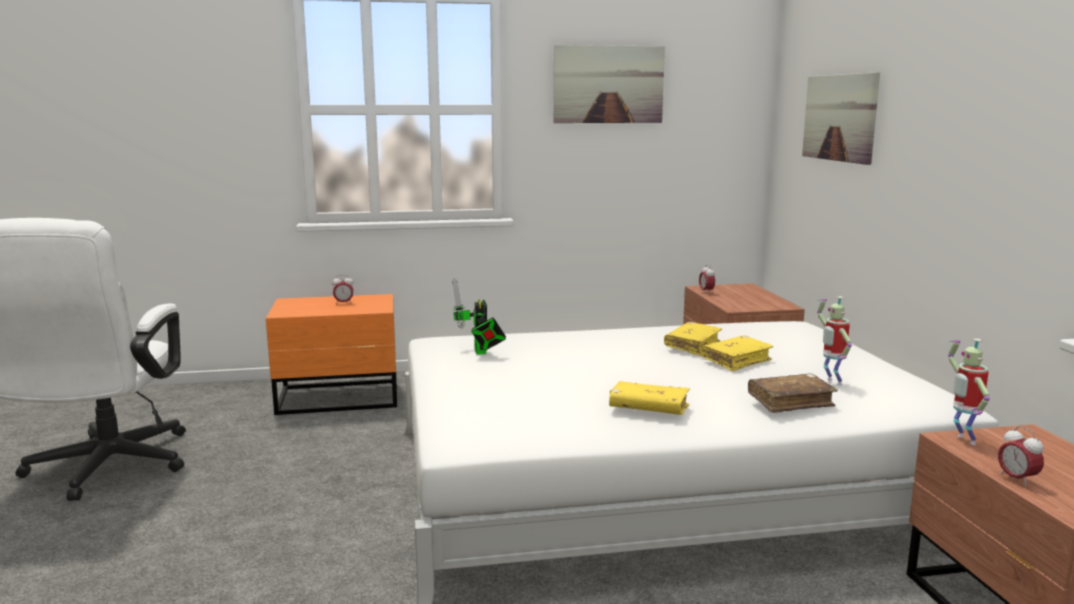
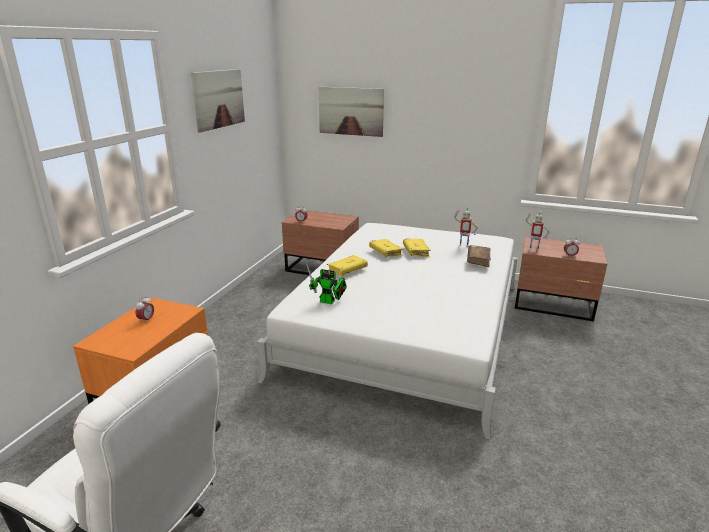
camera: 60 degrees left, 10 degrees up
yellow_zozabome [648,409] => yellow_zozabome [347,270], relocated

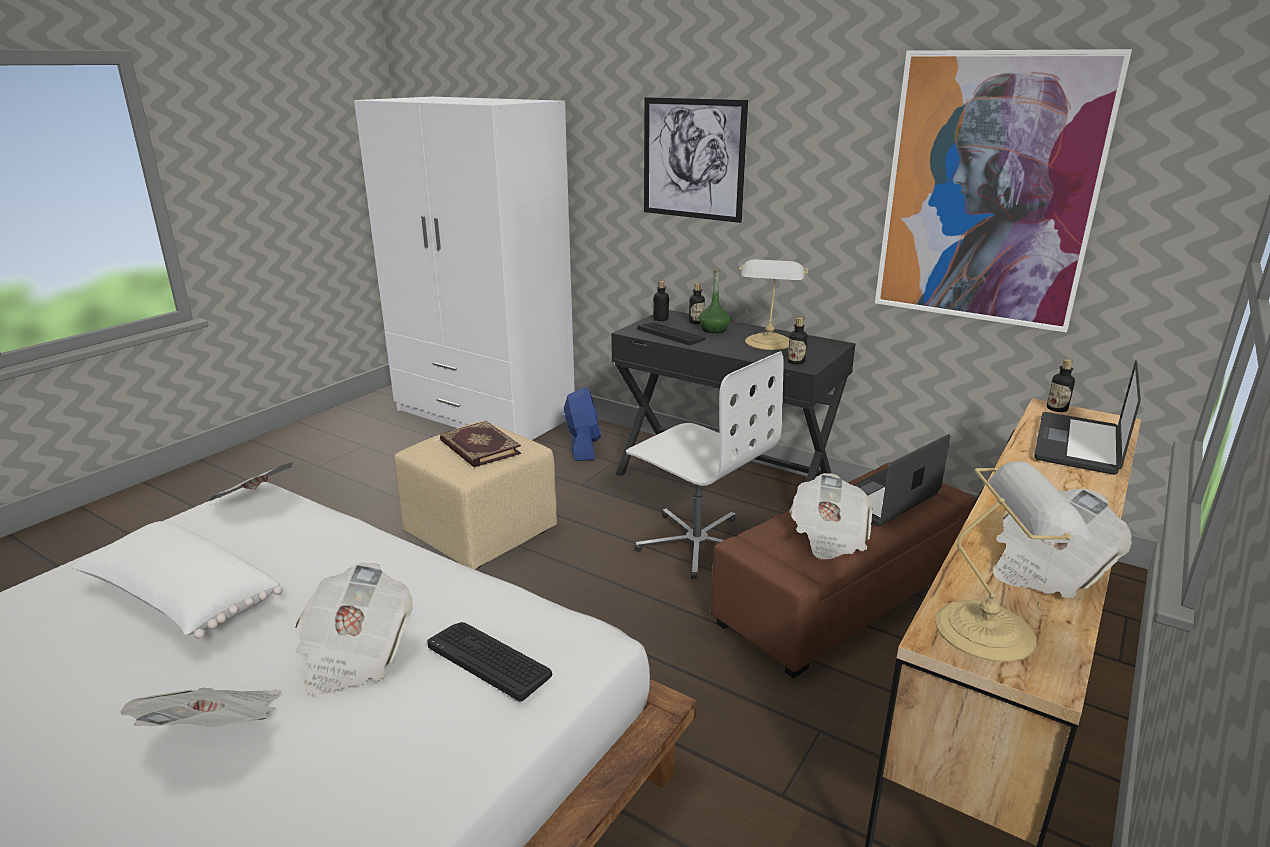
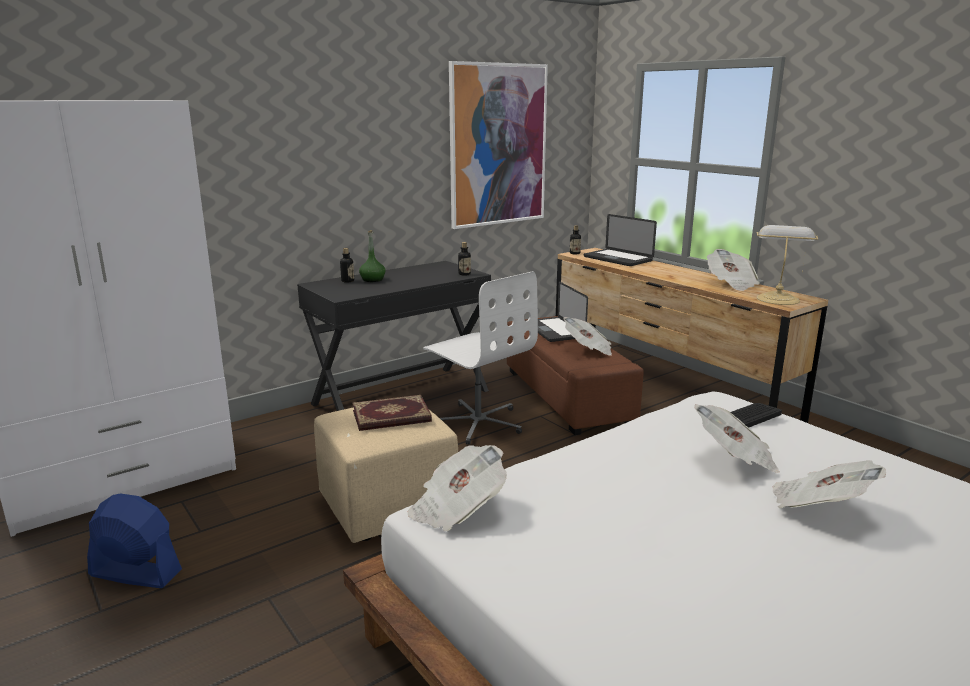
camera: 70 degrees left, 5 degrees down
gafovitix [693,159] => nothing
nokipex [768,343] => nothing
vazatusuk [661,319] => nothing
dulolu [671,334] => nothing
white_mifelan [696,543] => white_mifelan [478,423], 75 degrees clockwise
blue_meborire [583,447] => blue_meborire [135,573], relocated
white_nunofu [181,599] => nothing

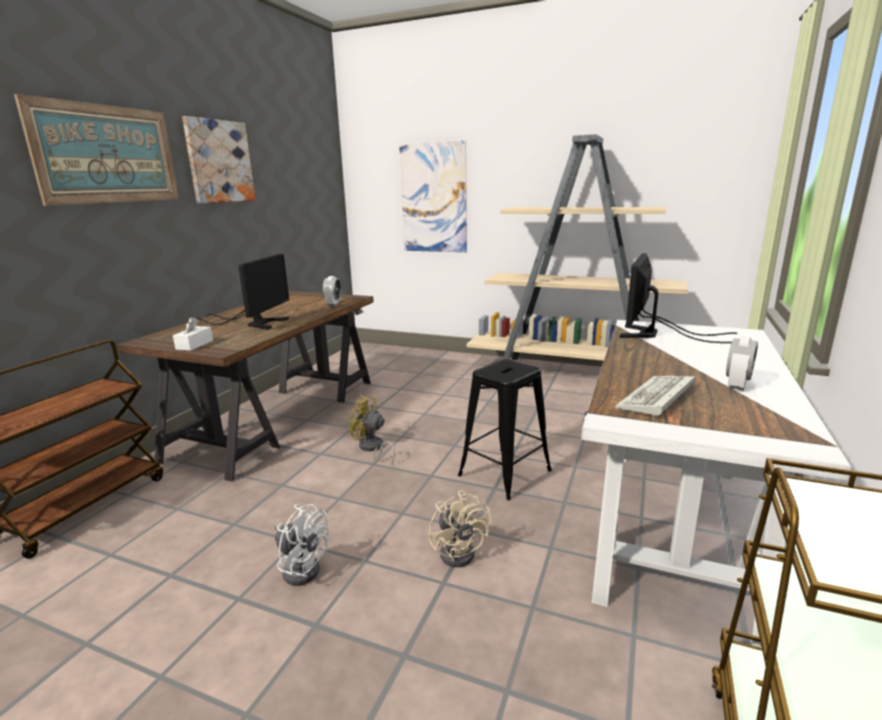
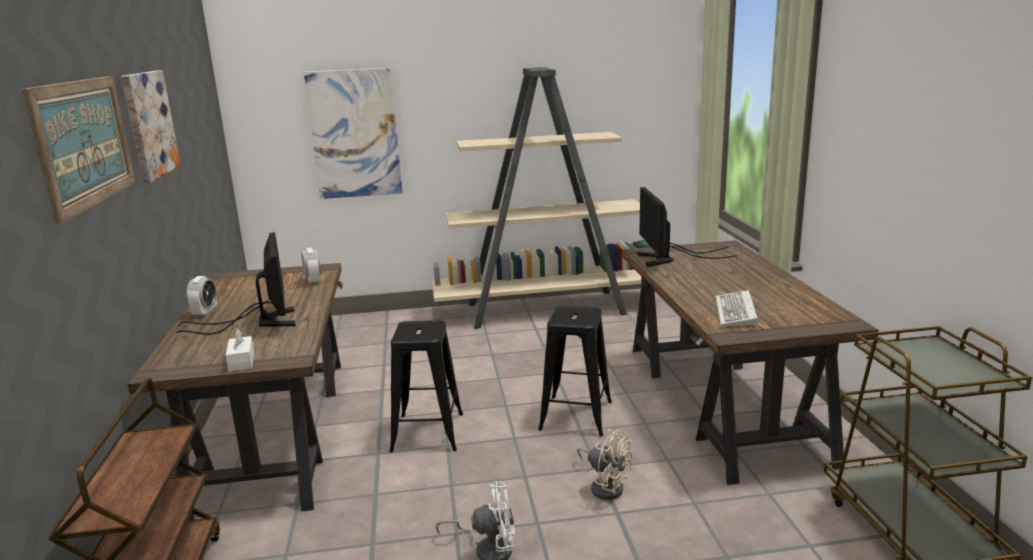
camera: 30 degrees left, 0 degrees up
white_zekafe [674,506] => brown_zekafe [723,401]
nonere [737,385] => nonere [205,313], relocated
yellow_meborire [372,448] => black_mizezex [427,432]

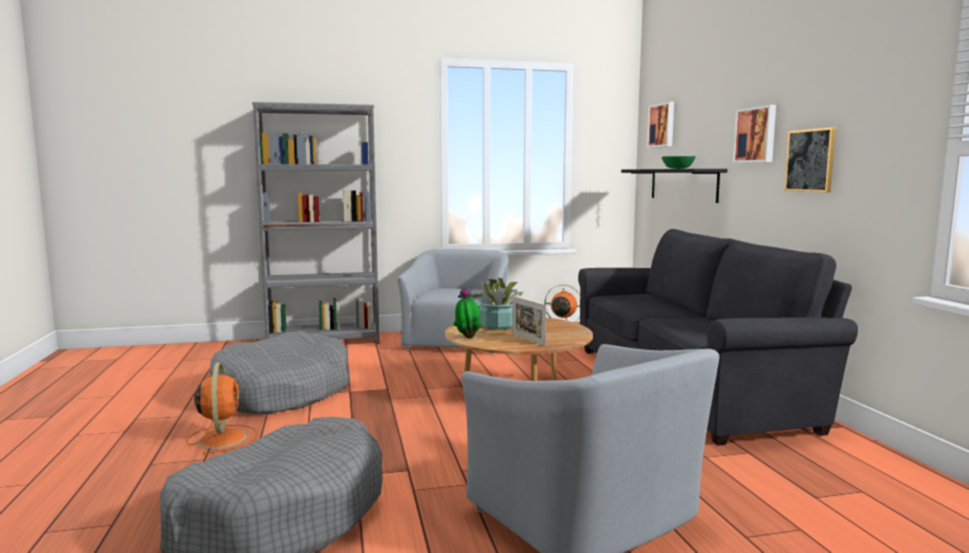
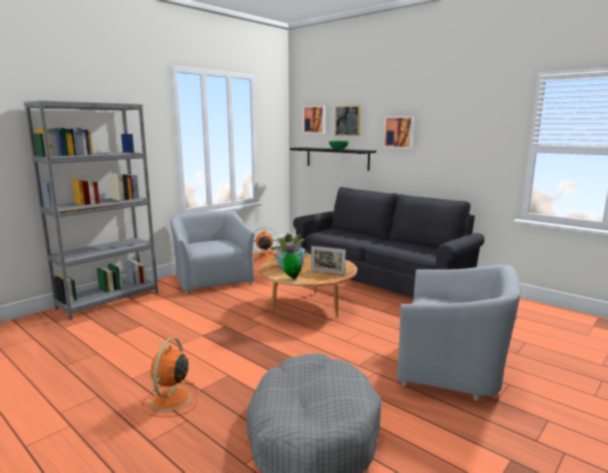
camera: 35 degrees left, 5 degrees up
gafovitix [810,160] => gafovitix [348,120], relocated
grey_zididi [281,392] => nothing
orange_meborire [222,438] => orange_meborire [170,400], 120 degrees counterclockwise

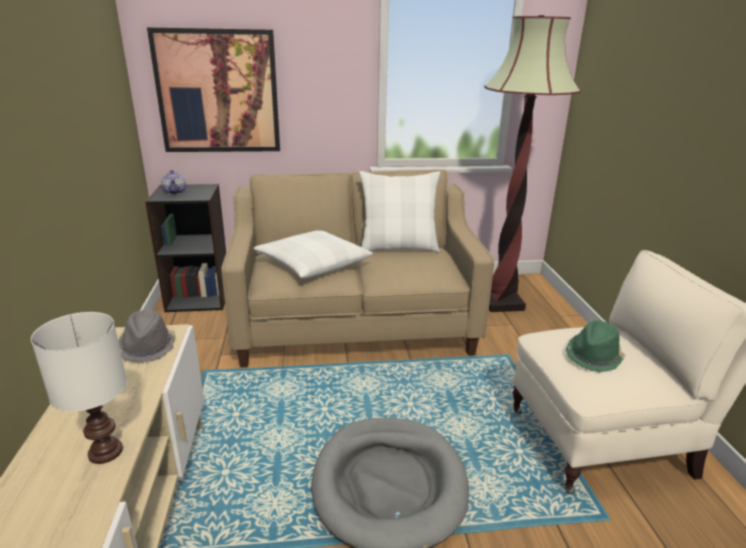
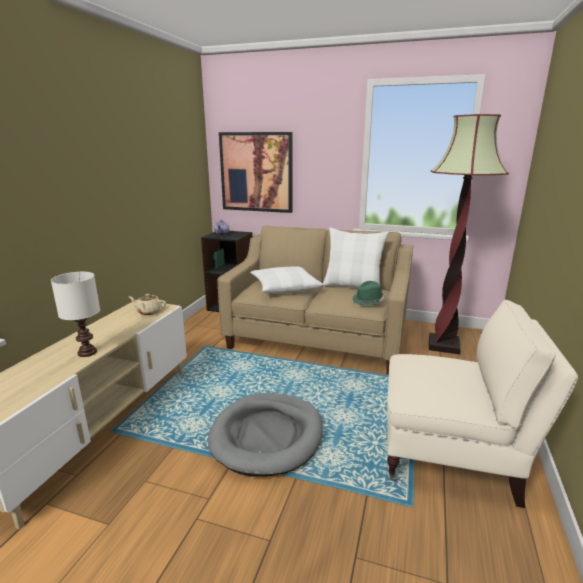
camera: 25 degrees right, 5 degrees down
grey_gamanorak [148,347] => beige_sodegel [149,312]
green_gamanorak [594,356] => green_gamanorak [368,300], relocated

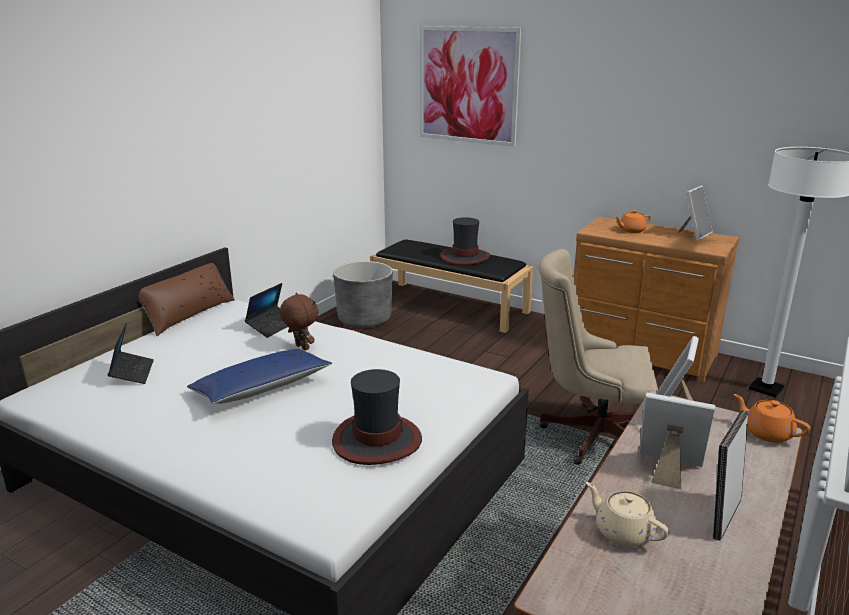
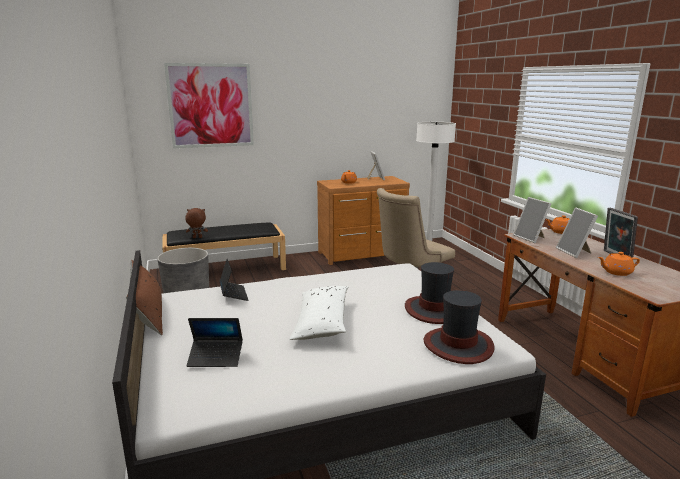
camera: 50 degrees left, 5 degrees down
gamanorak [465,257] => gamanorak [458,345], relocated
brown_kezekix [301,347] => brown_kezekix [197,238], relocated
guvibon [132,373] => guvibon [216,358], 150 degrees clockwise
blue_nunofu [262,388] => white_nunofu [321,321]
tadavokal [667,470] => tadavokal [575,252], 75 degrees counterclockwise
beige_sodegel [623,532] => orange_sodegel [616,272]

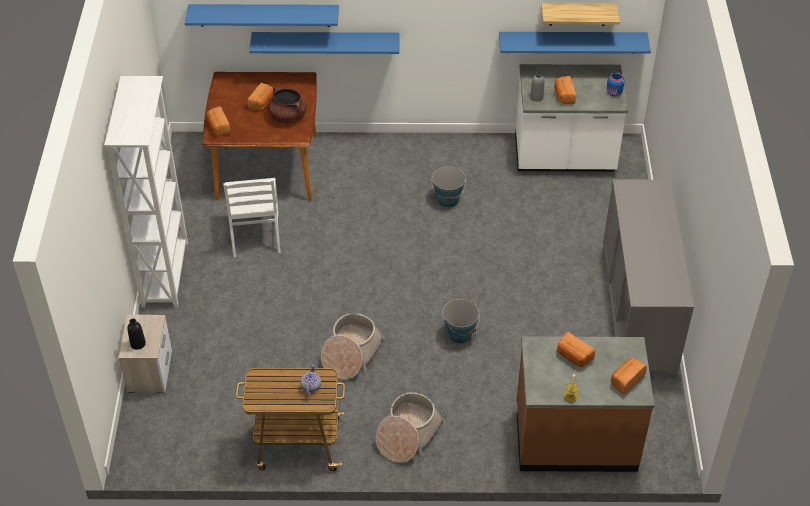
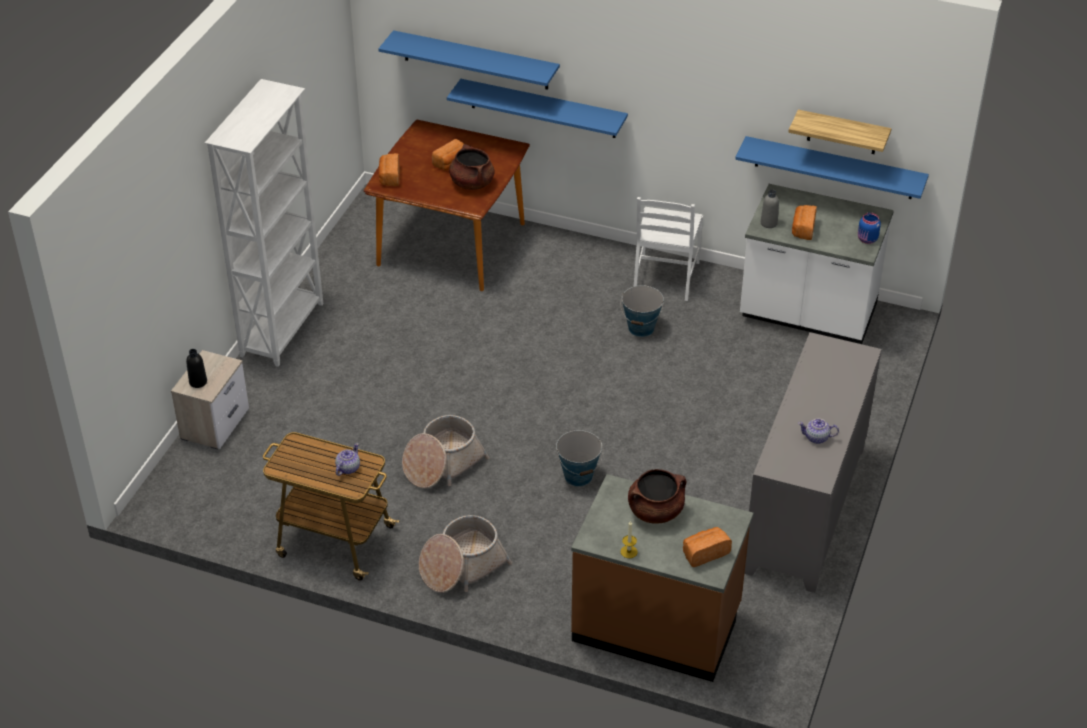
camera: 20 degrees right, 5 degrees down
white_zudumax [256,235] => white_zudumax [665,277], relocated
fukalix [573,356] => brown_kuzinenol [655,511]
nothing => sodegel [817,438]

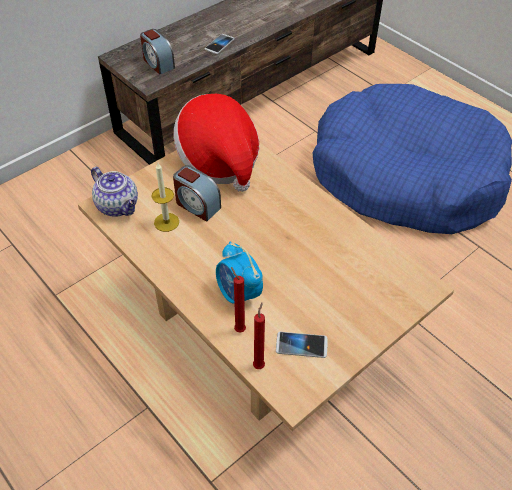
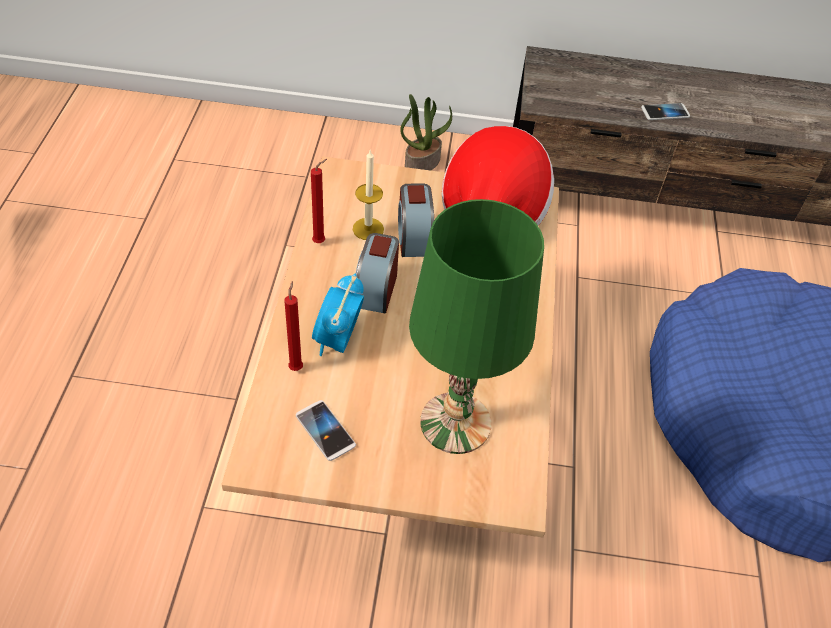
camera: 45 degrees right, 0 degrees up
nonere [158,63] => nonere [376,289], relocated
sodegel [118,206] => nothing
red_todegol [259,364] => red_todegol [321,242], relocated
nothing => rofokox [422,162]
nothing => green_nokipex [454,423]

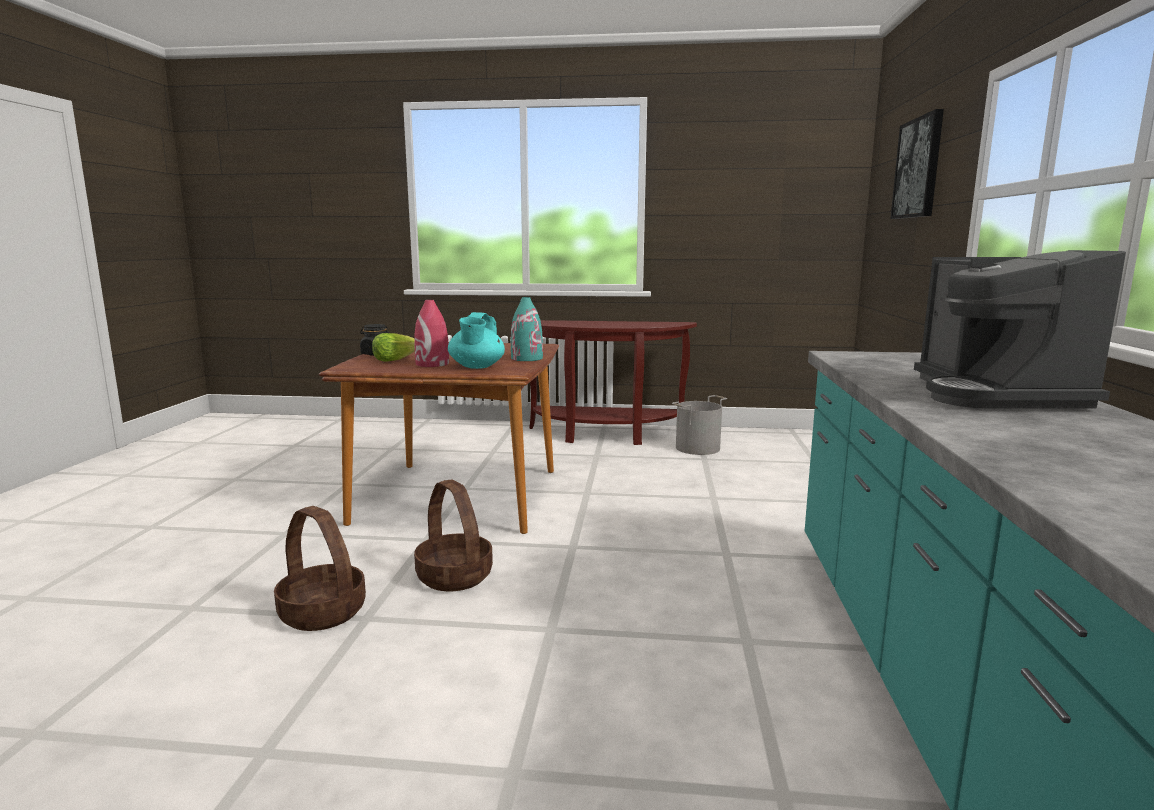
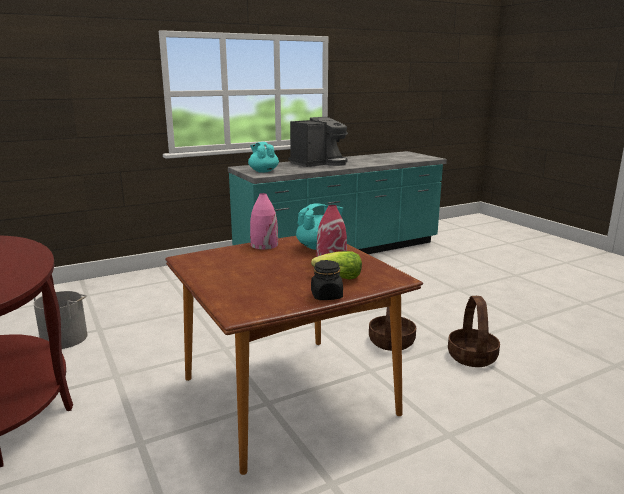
camera: 125 degrees left, 5 degrees up
gafovitix [918,168] => nothing
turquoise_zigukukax [527,358] => pink_zigukukax [264,245]
nothing => turquoise_sodegel [263,171]

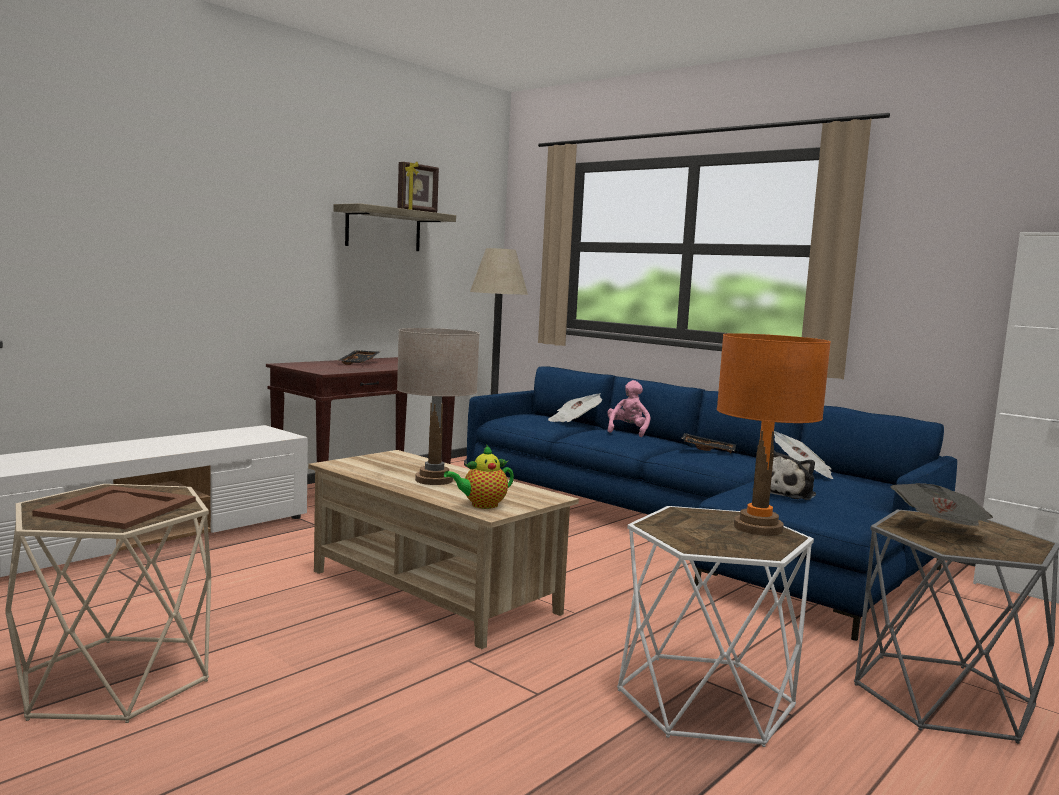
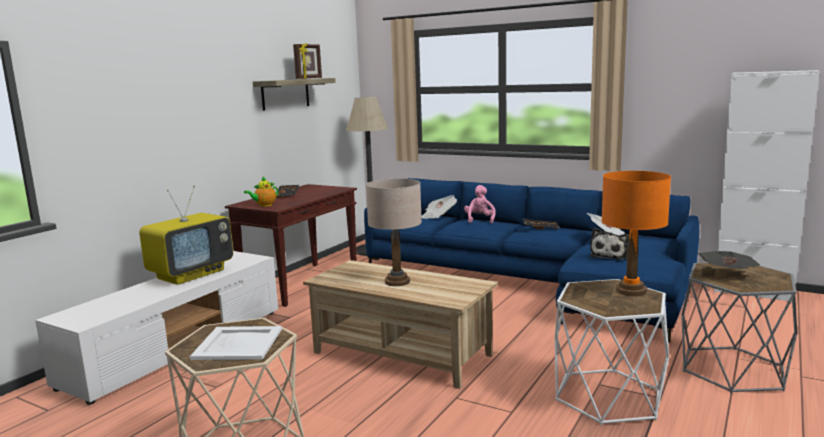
camera: 10 degrees left, 5 degrees up
sodegel [481,505] => sodegel [264,205], relocated
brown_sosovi [117,508] => white_sosovi [238,344]
nothing => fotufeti [191,274]

